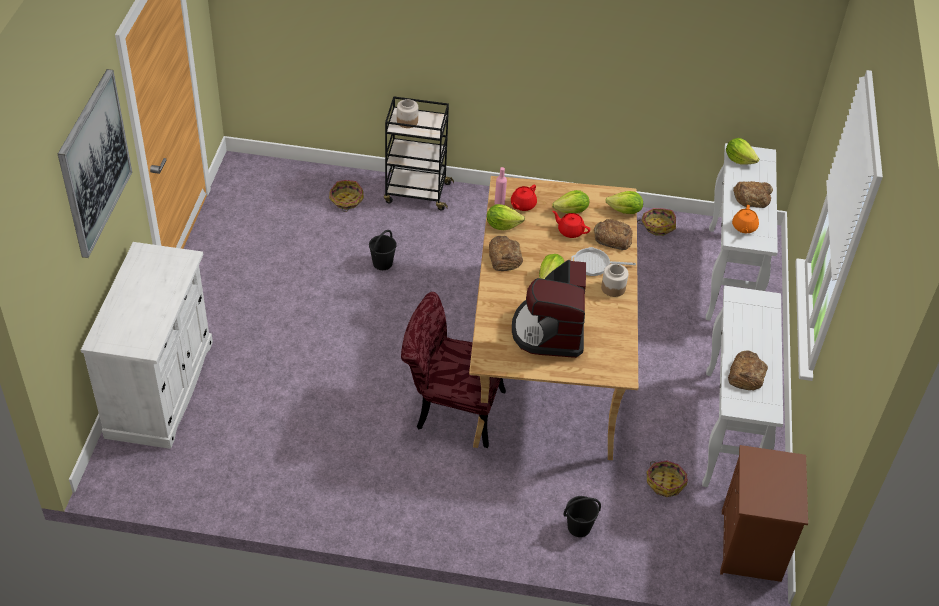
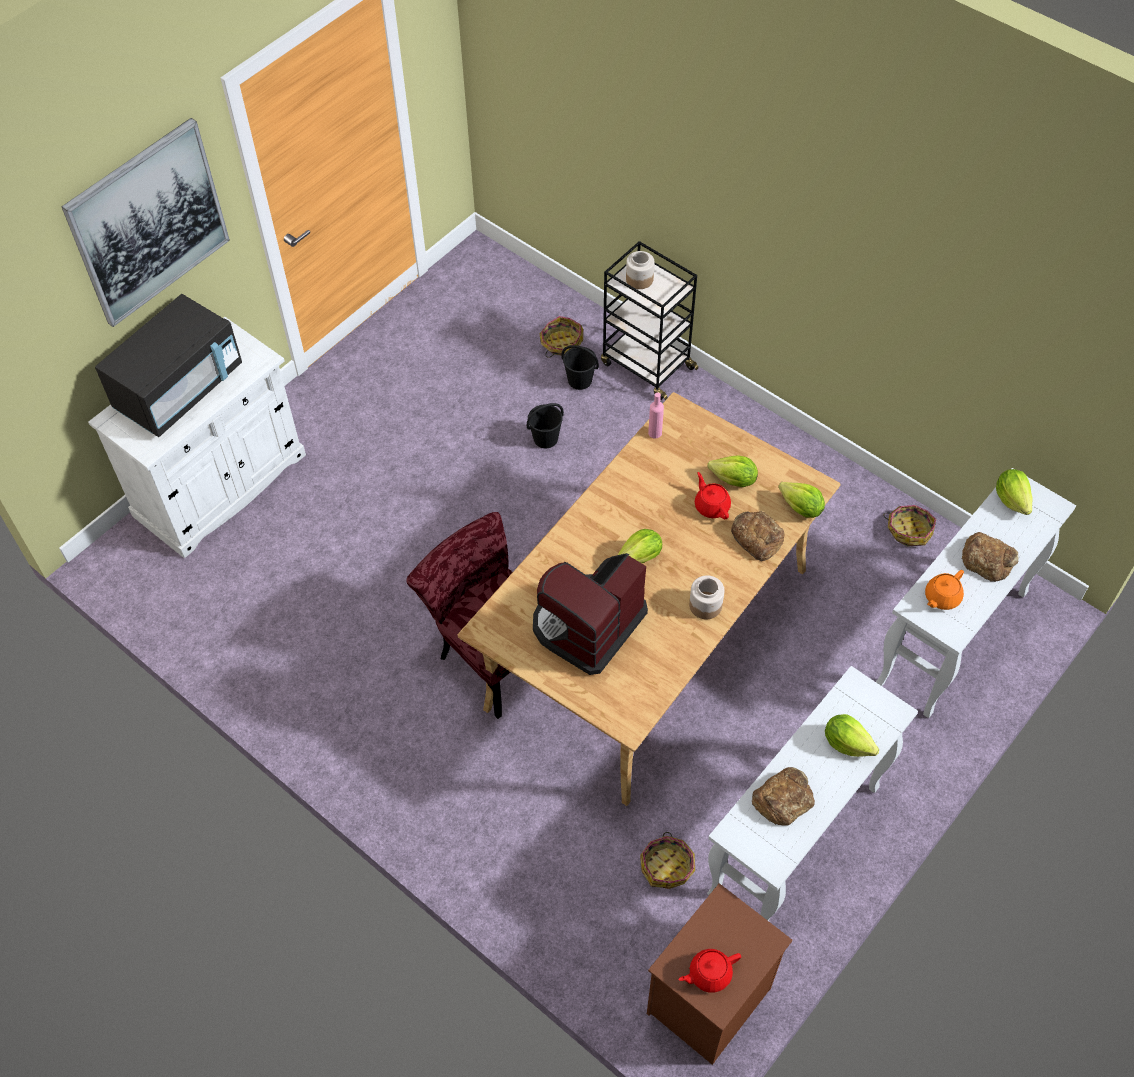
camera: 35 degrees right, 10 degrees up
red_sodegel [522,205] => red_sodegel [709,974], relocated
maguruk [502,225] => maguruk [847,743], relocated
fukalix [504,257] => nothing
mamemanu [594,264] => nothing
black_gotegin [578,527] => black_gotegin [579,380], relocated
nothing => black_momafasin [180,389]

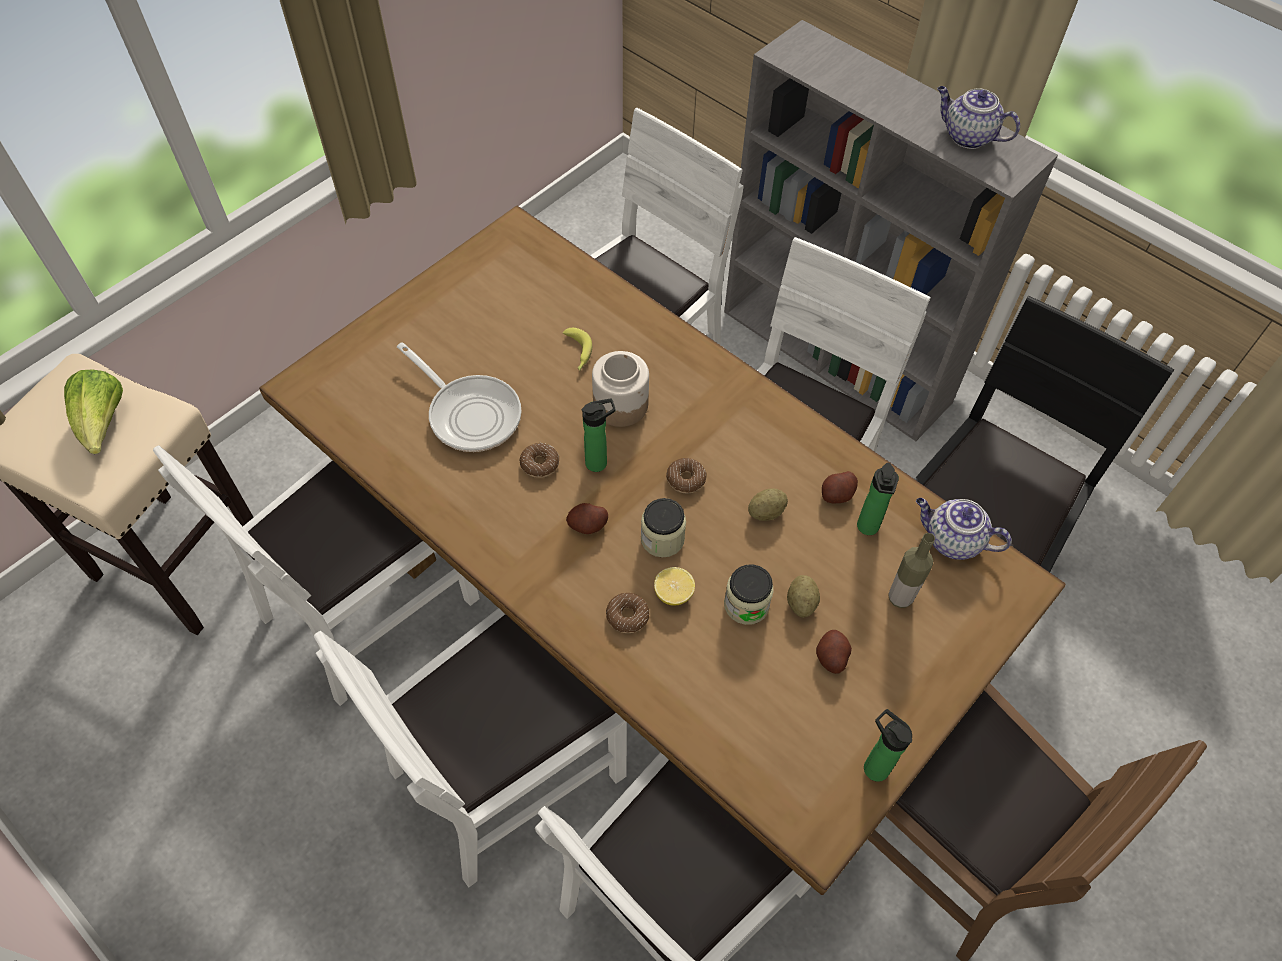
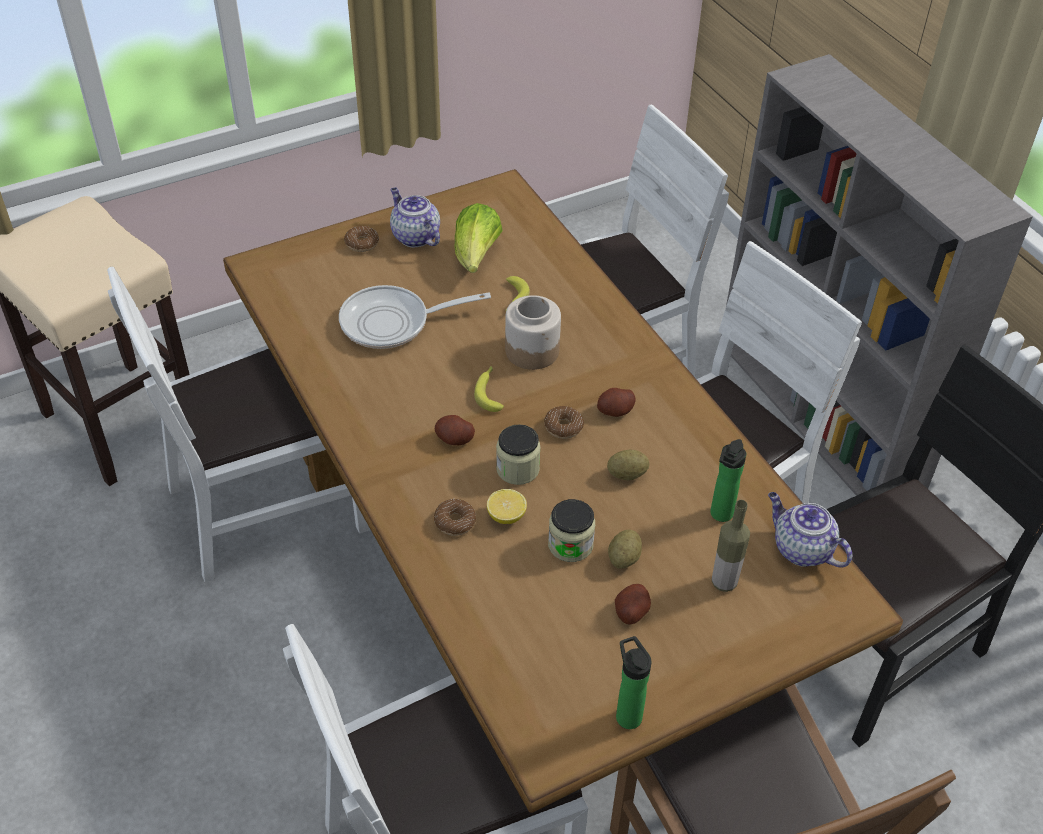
camera: 20 degrees right, 10 degrees down
sodegel [967,136] => sodegel [414,236], relocated
mamemanu [470,413] => mamemanu [393,323], 105 degrees clockwise
maguruk [104,425] => maguruk [476,257], relocated
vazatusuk [599,462] => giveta [490,392]
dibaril [540,464] => dibaril [362,243], relocated
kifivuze [837,494] => kifivuze [615,411], relocated
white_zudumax [506,769] => nothing

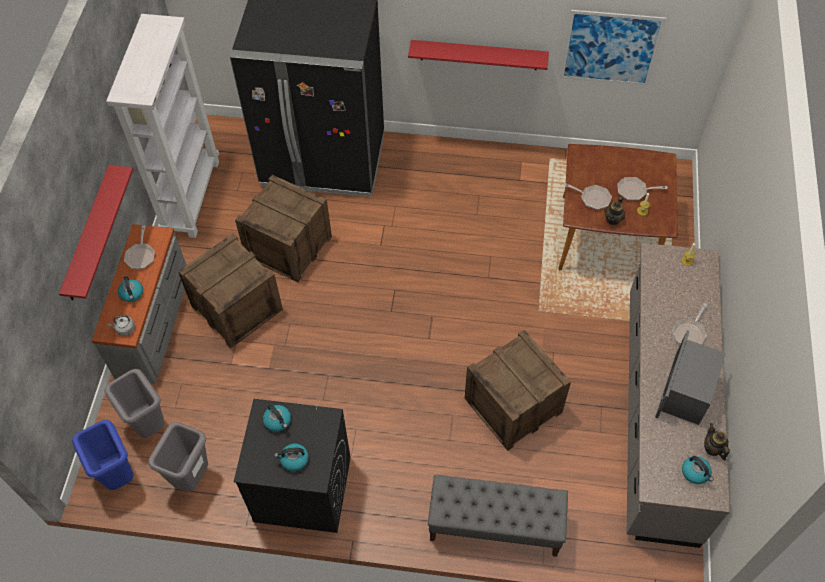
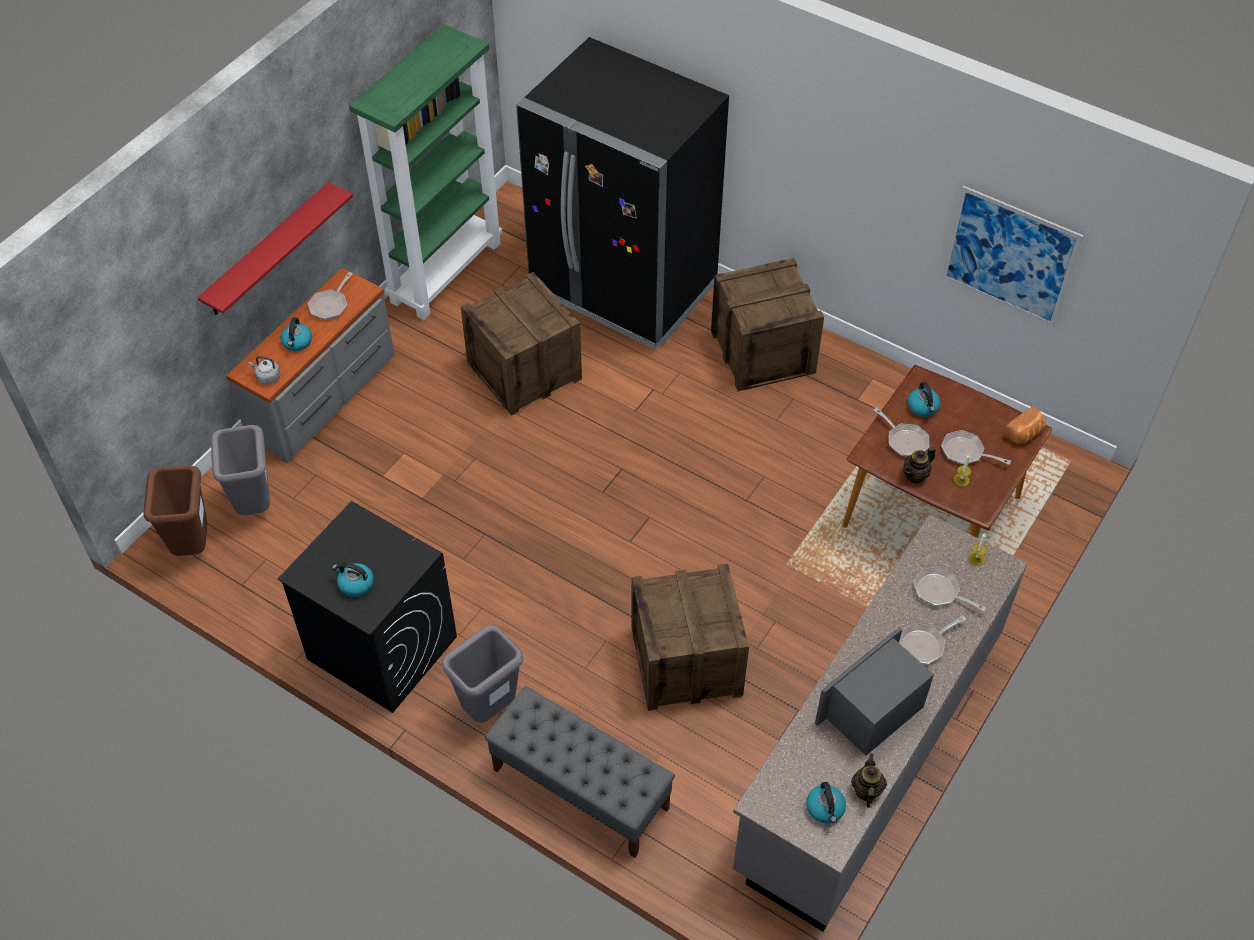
camera: 25 degrees right, 5 degrees down
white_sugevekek [191,196] => green_sugevekek [446,271]
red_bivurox [479,55] => nothing
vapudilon [237,308] => vapudilon [763,352], relocated
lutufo [278,421] => lutufo [923,407], relocated
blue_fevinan [119,475] => brown_fevinan [193,546]
grey_fevinan [192,477] => grey_fevinan [490,708], relocated
nothing => fukalix [1024,434]
nothing => mamemanu [940,592]

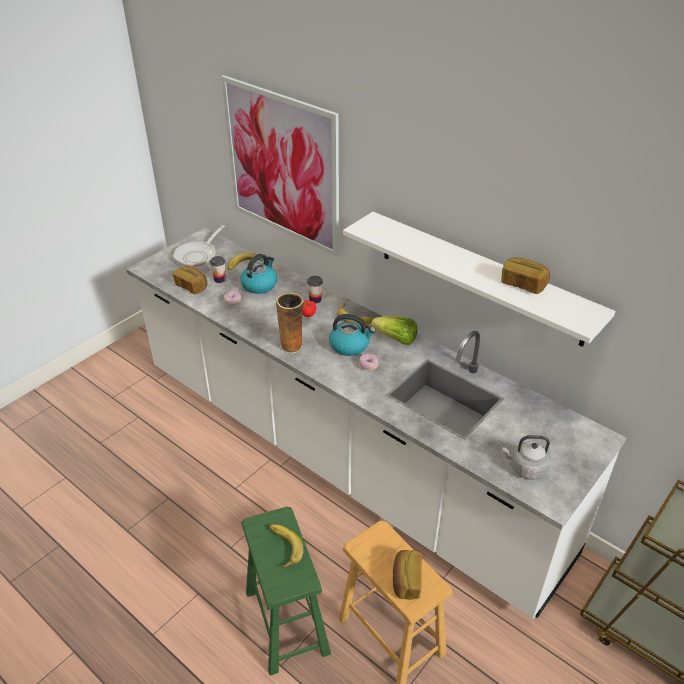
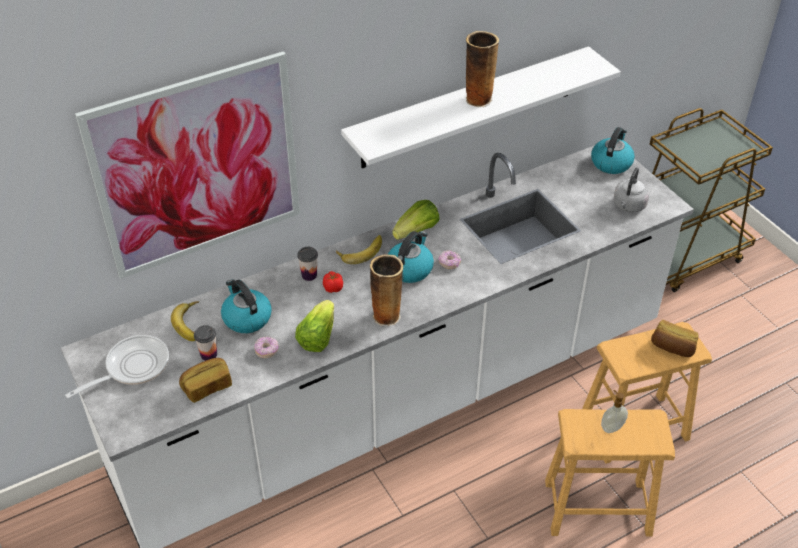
camera: 70 degrees left, 5 degrees up
mamemanu [198,255] => mamemanu [132,367], 90 degrees counterclockwise
fukalix [523,284] => nothing
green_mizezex [287,622] => brown_mizezex [597,507]
giveta [282,547] => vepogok [611,427]
nothing => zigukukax [478,99]
nothing => lutufo [611,163]
nothing => maguruk [317,337]

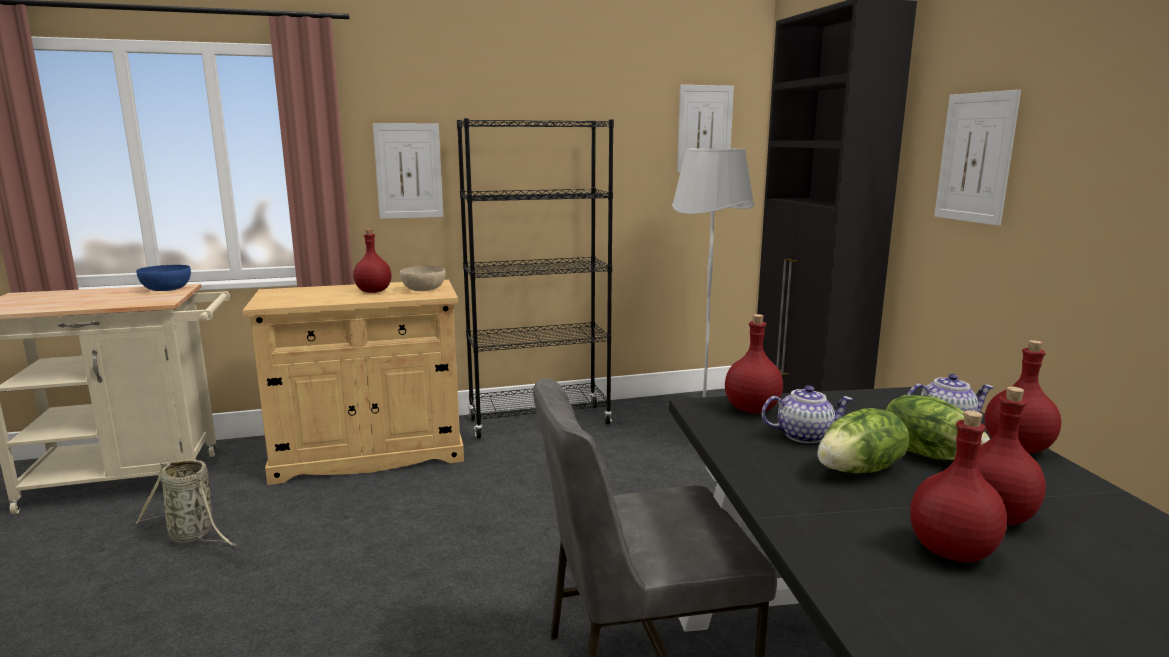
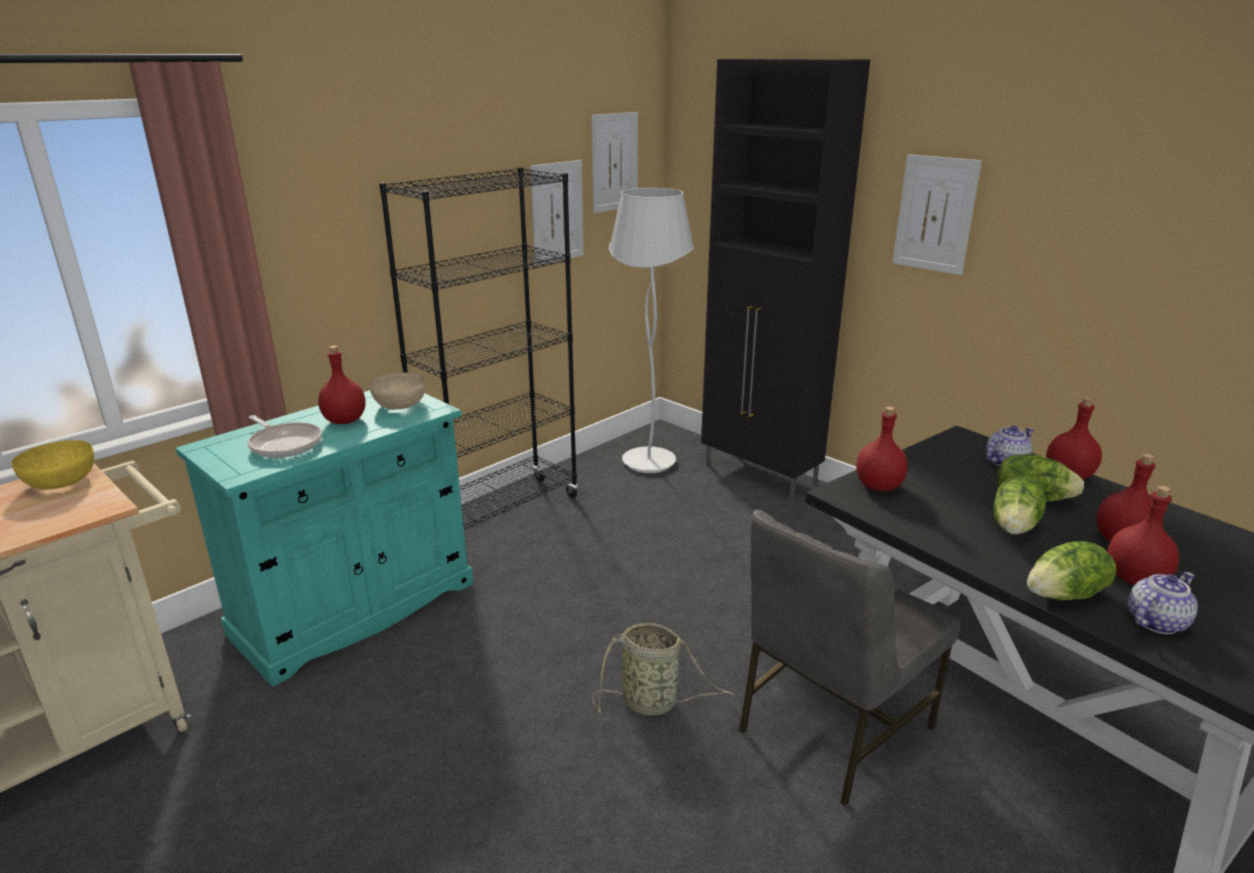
camera: 30 degrees left, 10 degrees up
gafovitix [408,171] => gafovitix [557,212], relocated
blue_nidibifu [166,289] => yellow_nidibifu [60,482]
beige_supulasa [369,454] => turquoise_supulasa [355,608]
sodegel [804,435] => sodegel [1155,621], relocated
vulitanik [194,536] => vulitanik [653,703], relocated
nothing => mamemanu [284,444]
nothing => maguruk [1066,595]

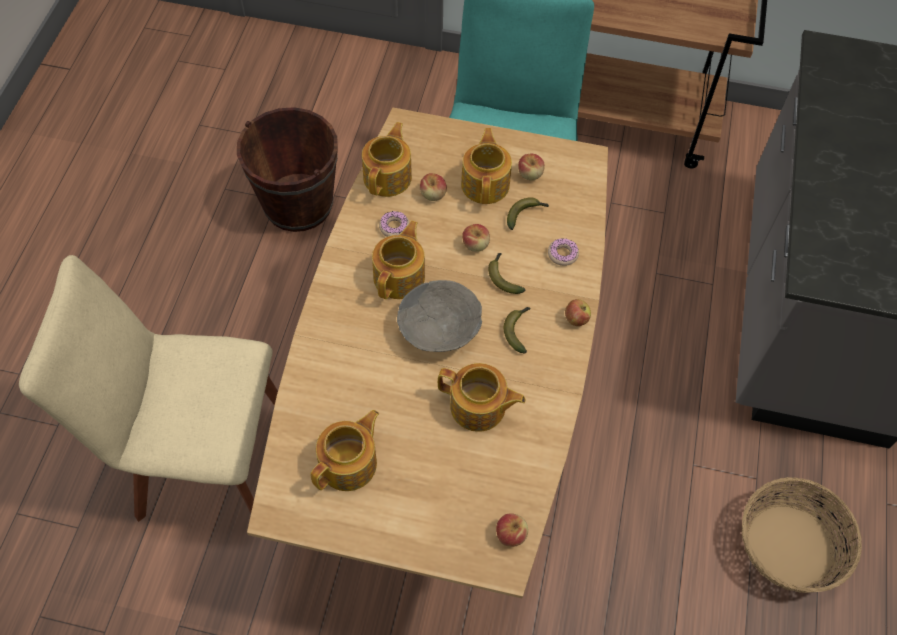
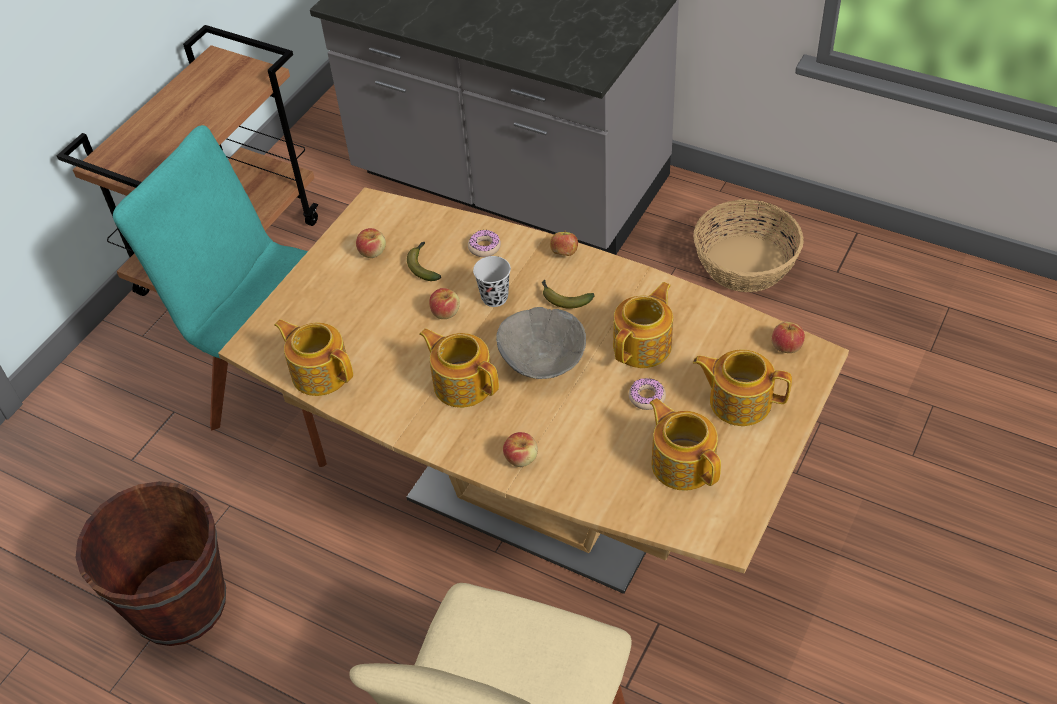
camera: 70 degrees left, 10 degrees down
sodegel [486,184] => sodegel [739,401], relocated
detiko [433,194] => detiko [521,458], relocated
dibaril [394,227] => dibaril [647,397], relocated
giveta [503,277] => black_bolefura [494,297]

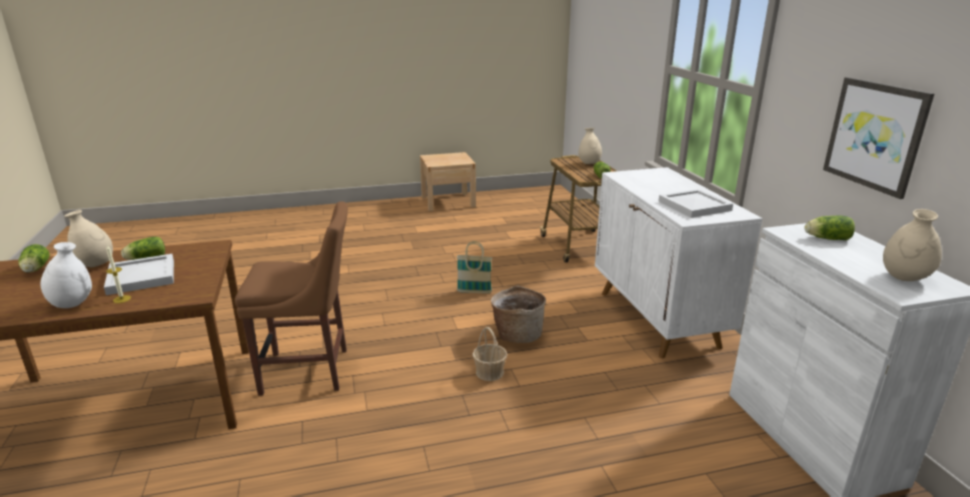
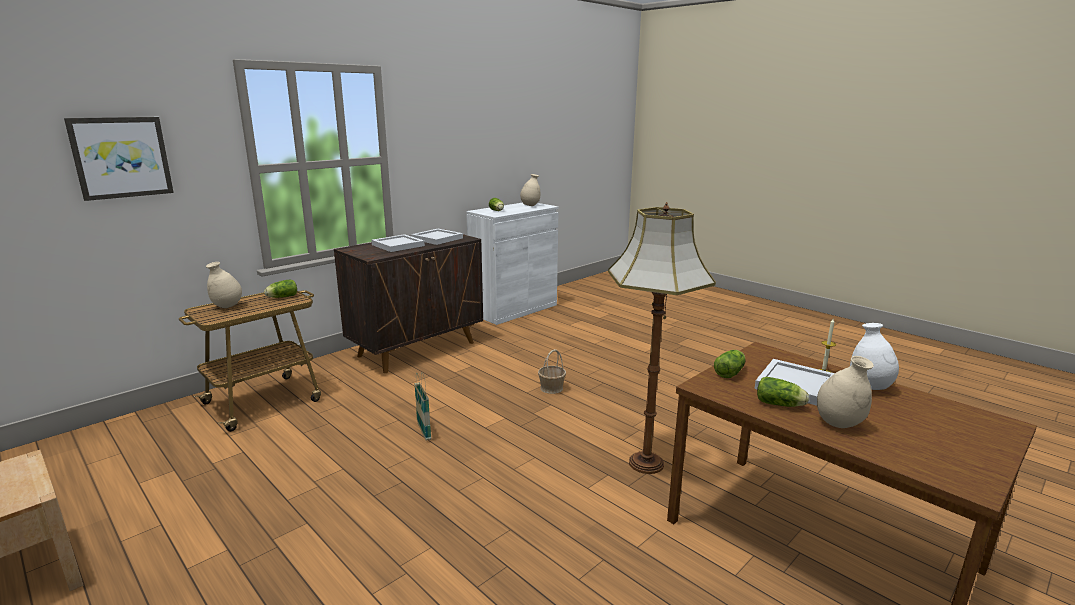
camera: 120 degrees left, 5 degrees down
gafovitix [875,135] => gafovitix [121,157], relocated
white_supulasa [658,319] => brown_supulasa [418,349]
brown_zudumax [310,371] => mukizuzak [645,463]
maguruk [35,269] => maguruk [730,372], relocated
vulitanik [517,334] => nothing
nothing => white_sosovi [399,245]

